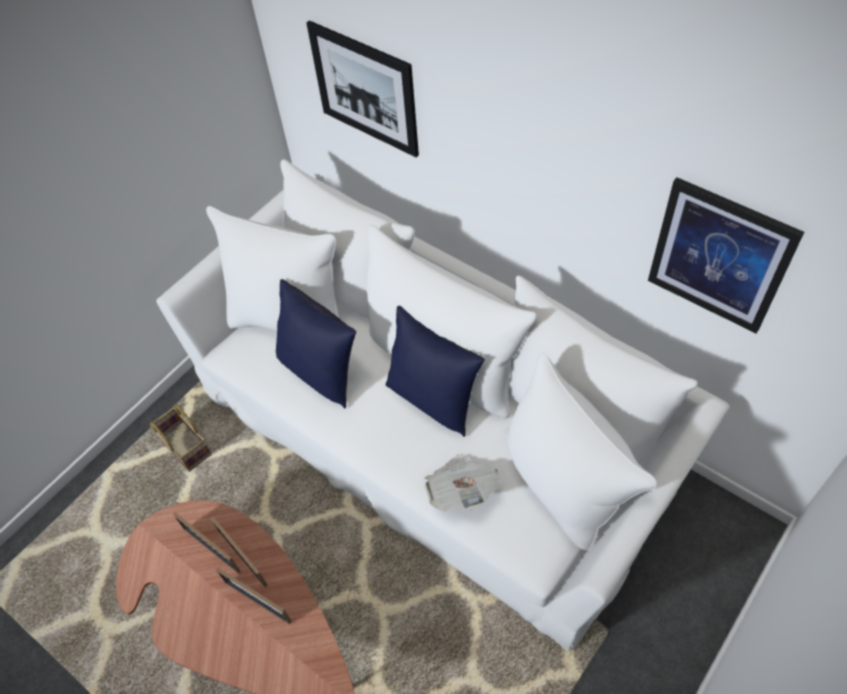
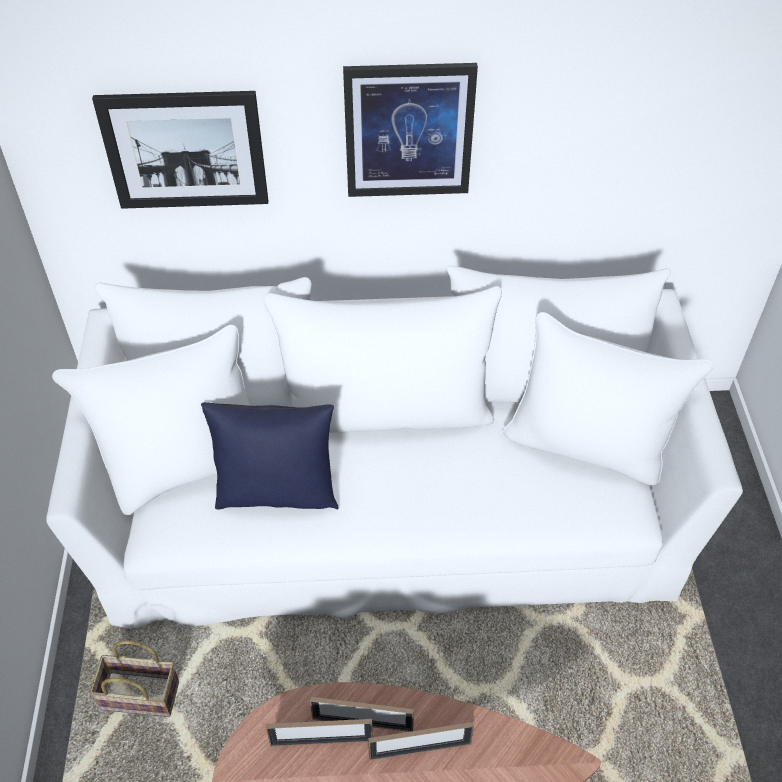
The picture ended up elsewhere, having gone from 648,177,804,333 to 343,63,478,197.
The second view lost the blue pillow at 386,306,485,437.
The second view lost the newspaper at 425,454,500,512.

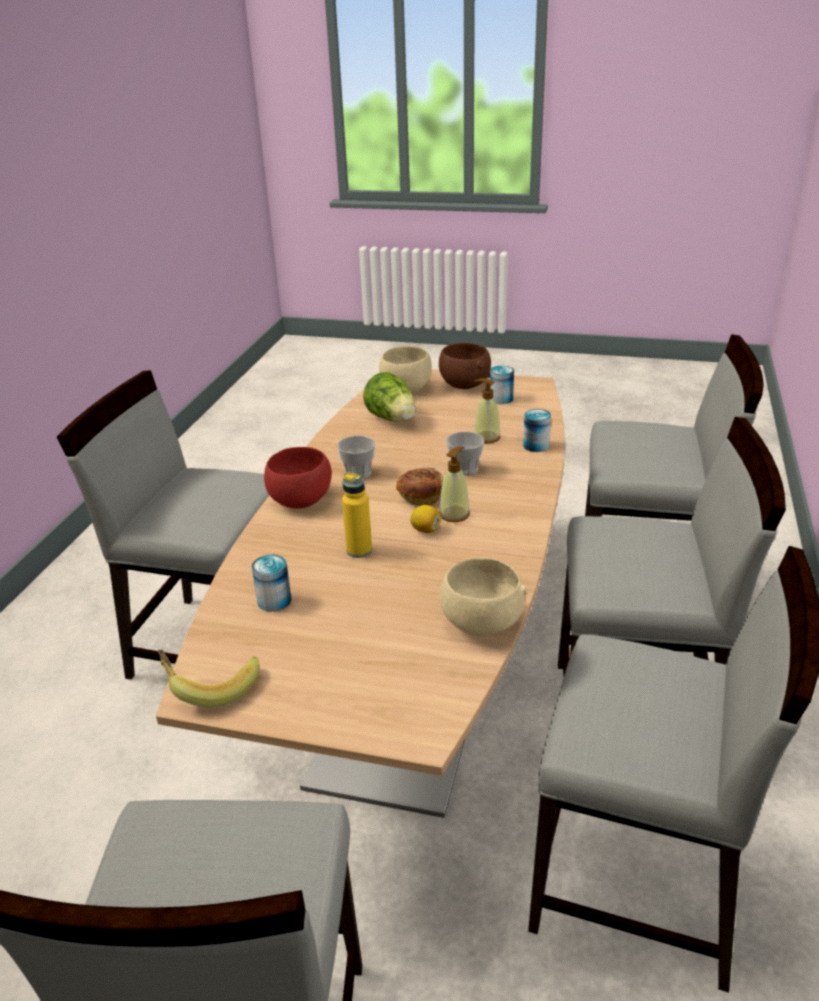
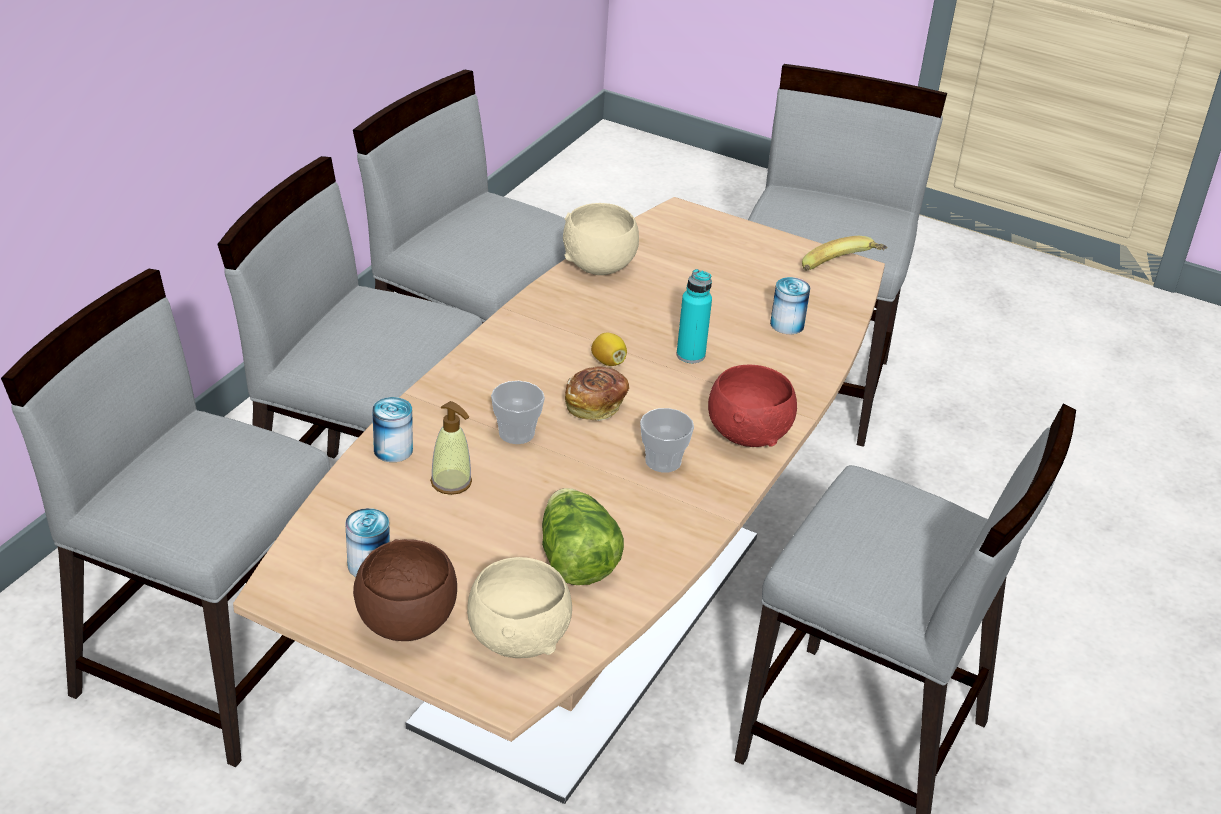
The second view lost the soap dispenser at 439,446,470,522.
What was the yellow bottle at 342,472,372,558 turned into the turquoise bottle at 676,269,712,363.

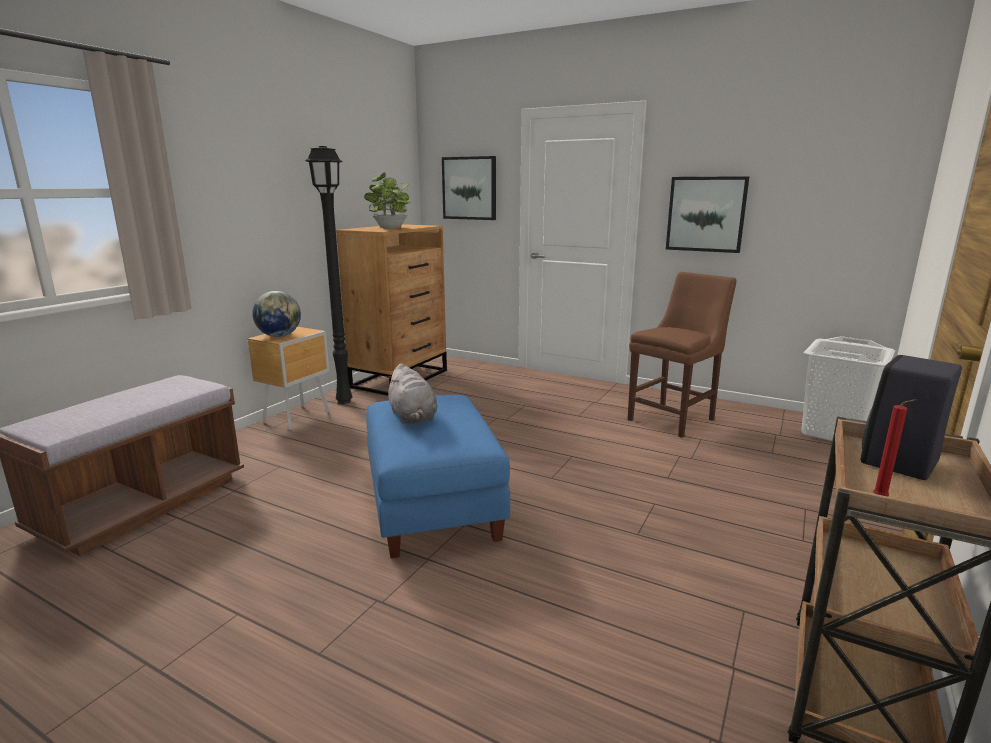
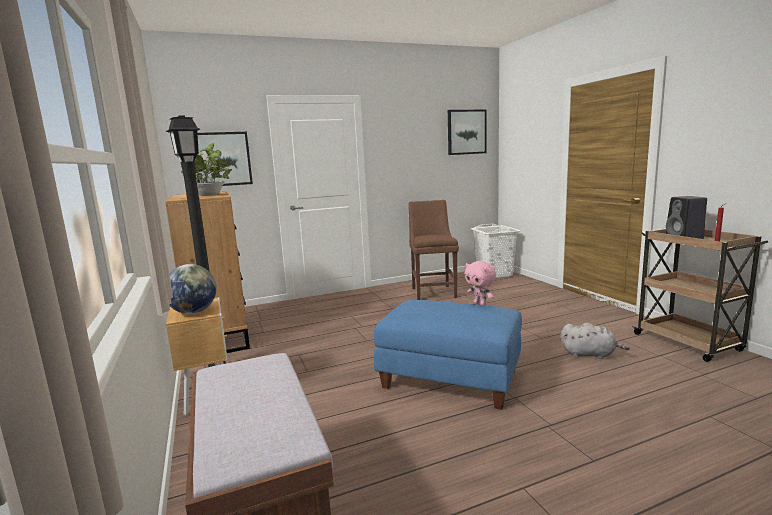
The picture ended up elsewhere, having gone from 666,176,749,253 to 448,110,487,155.
The grey plush toy ended up elsewhere, having gone from 387,363,437,424 to 561,323,630,359.
The second view gained the pink plush toy at 465,261,496,306.

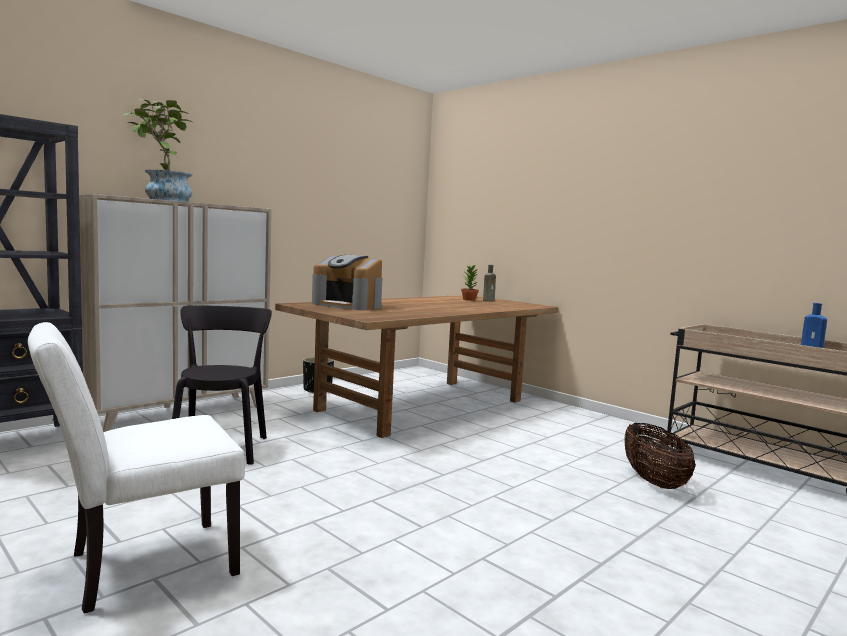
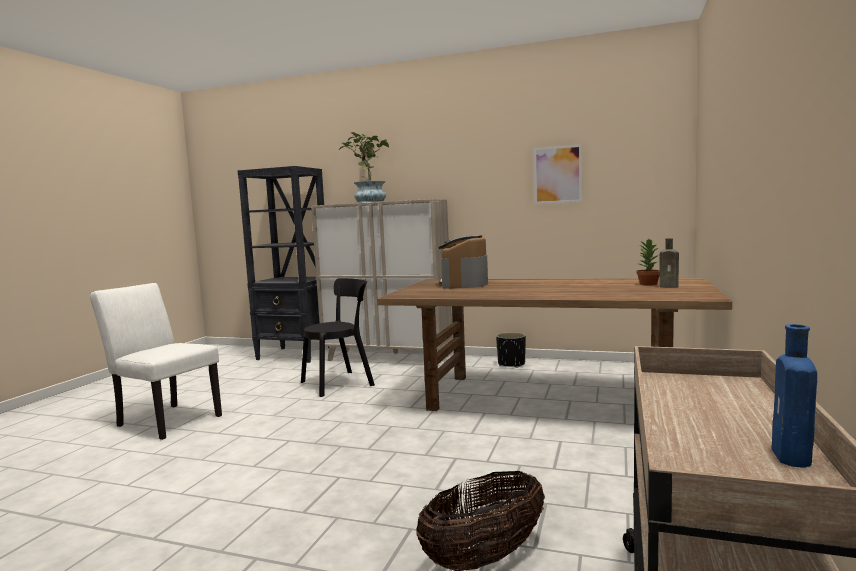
The second view gained the picture at 533,144,582,204.

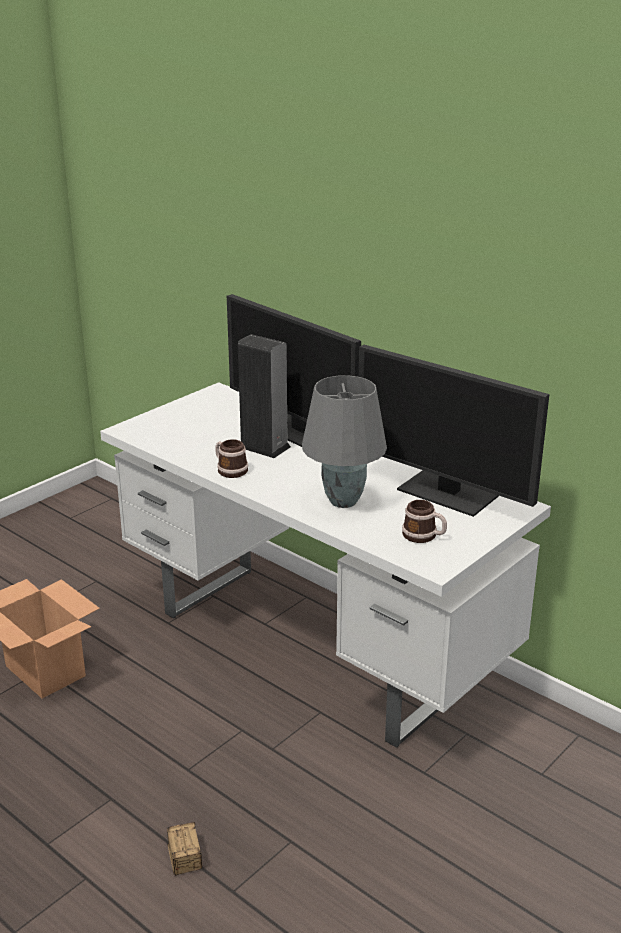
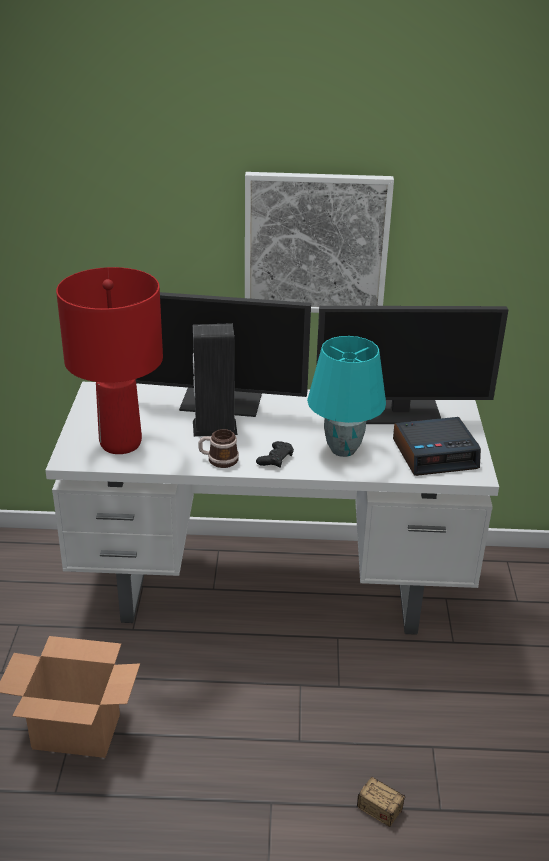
What was the grey table lamp at 302,375,387,508 turned into the turquoise table lamp at 307,336,386,457.
Where the mug stood at 402,500,447,543, the alarm clock came to stand at 393,417,481,476.
The second view gained the picture at 245,172,394,313.
The second view gained the red table lamp at 56,267,163,454.
The second view gained the black game controller at 256,441,294,468.

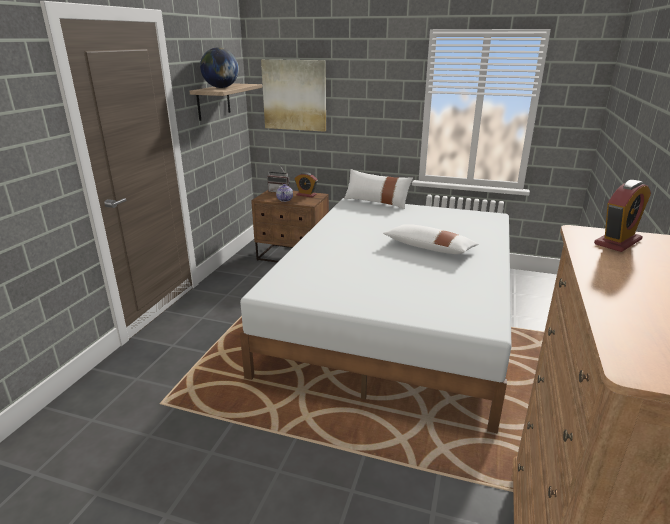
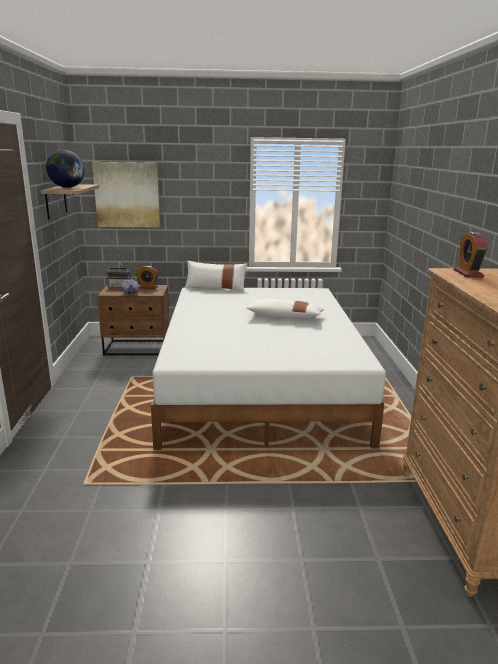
The alarm clock at 594,180,651,252 ended up facing another way, 150 degrees clockwise from before.

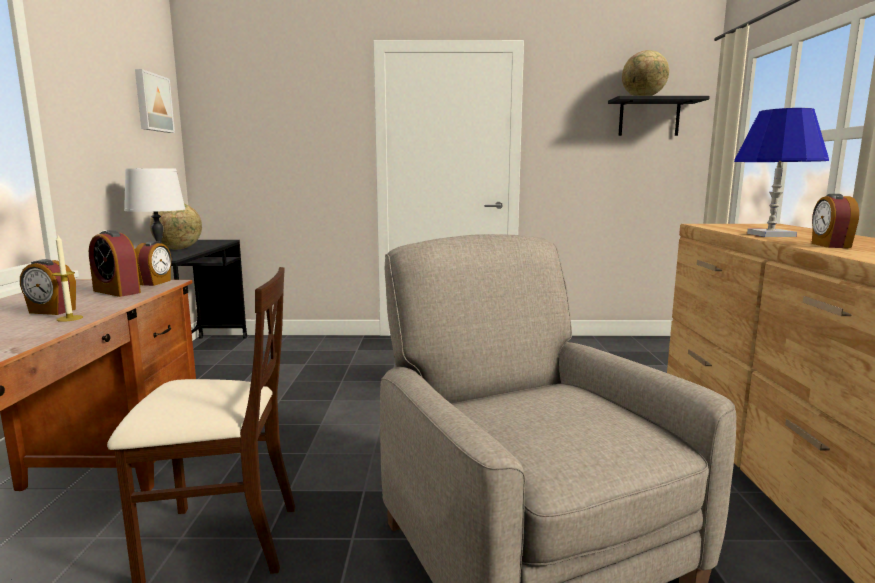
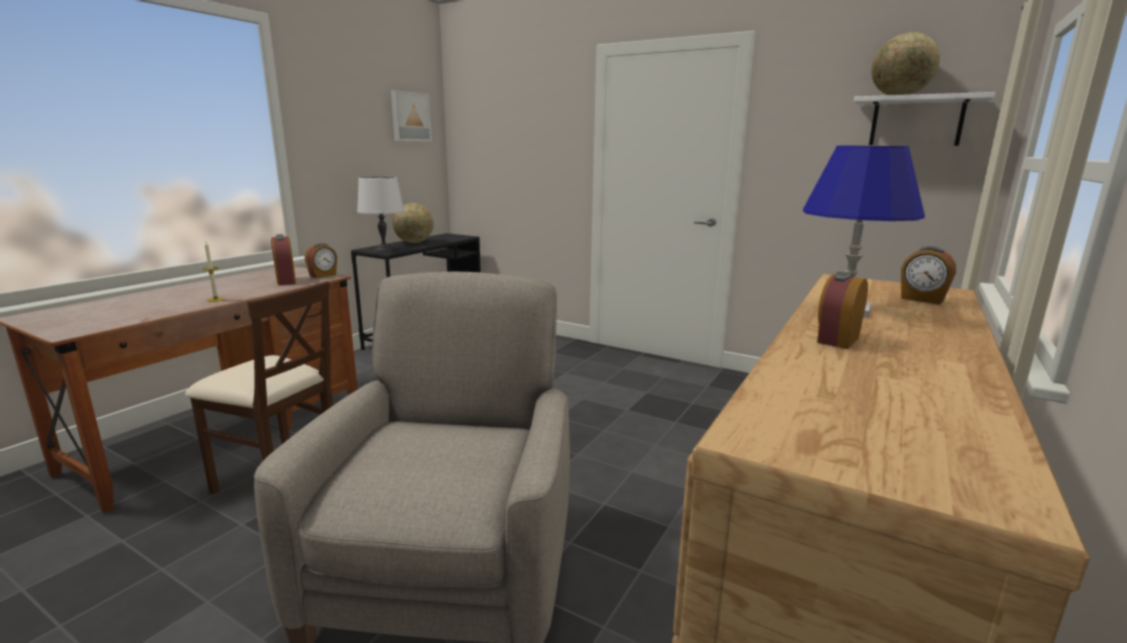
What was the black shelf at 608,96,710,136 turned into the white shelf at 854,92,996,146.
The alarm clock ended up elsewhere, having gone from 20,259,76,315 to 901,246,956,305.

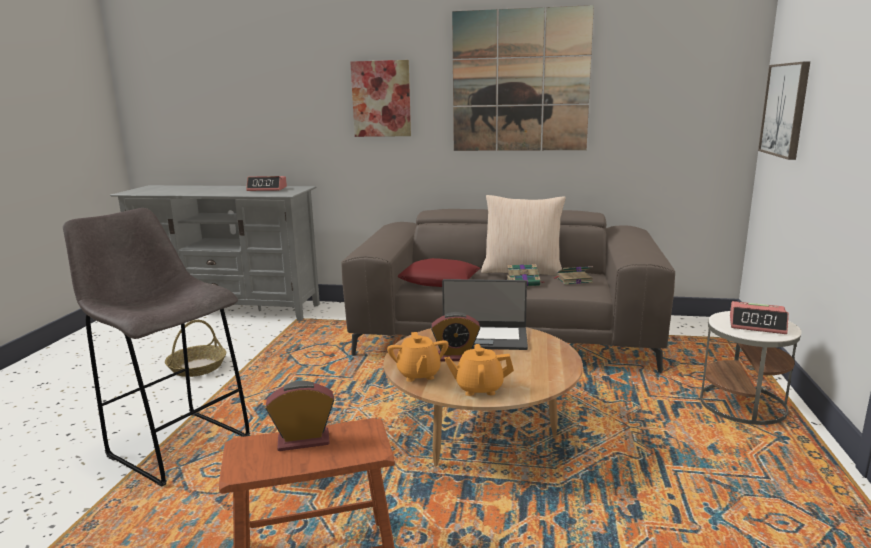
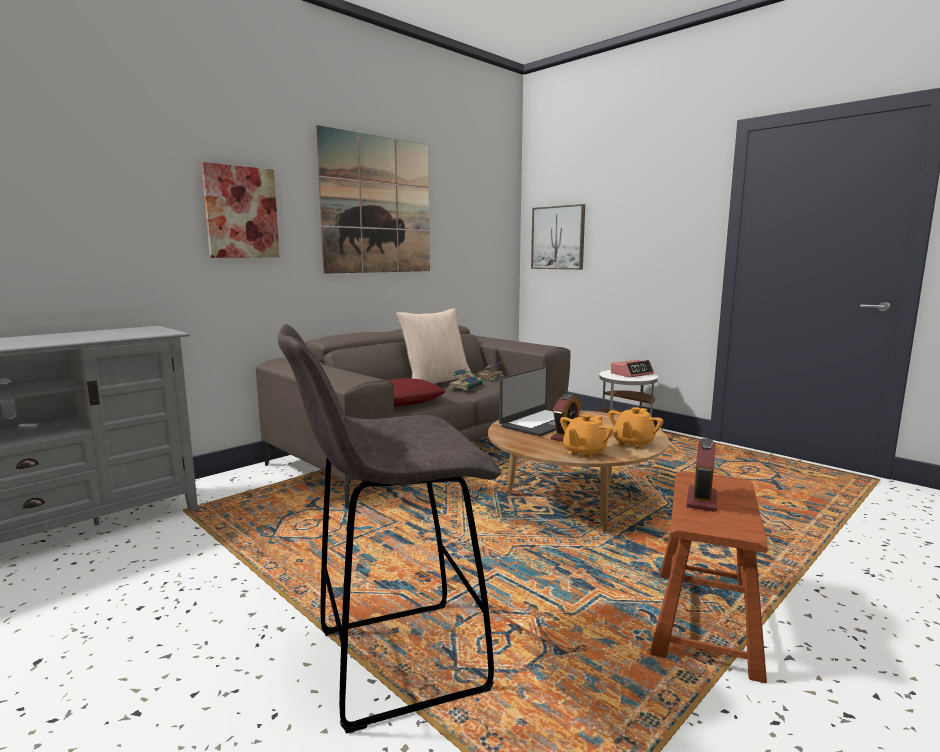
The second view lost the alarm clock at 246,176,287,191.
The second view lost the basket at 165,320,226,377.
The orange teapot at 387,332,449,382 ended up facing another way, 105 degrees clockwise from before.

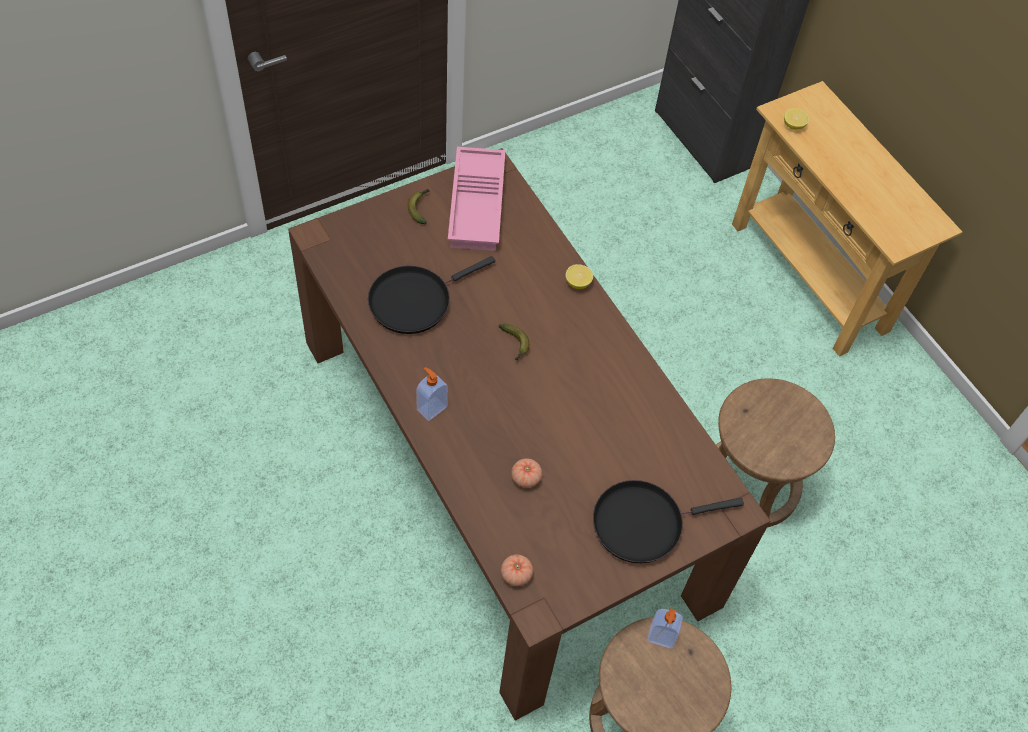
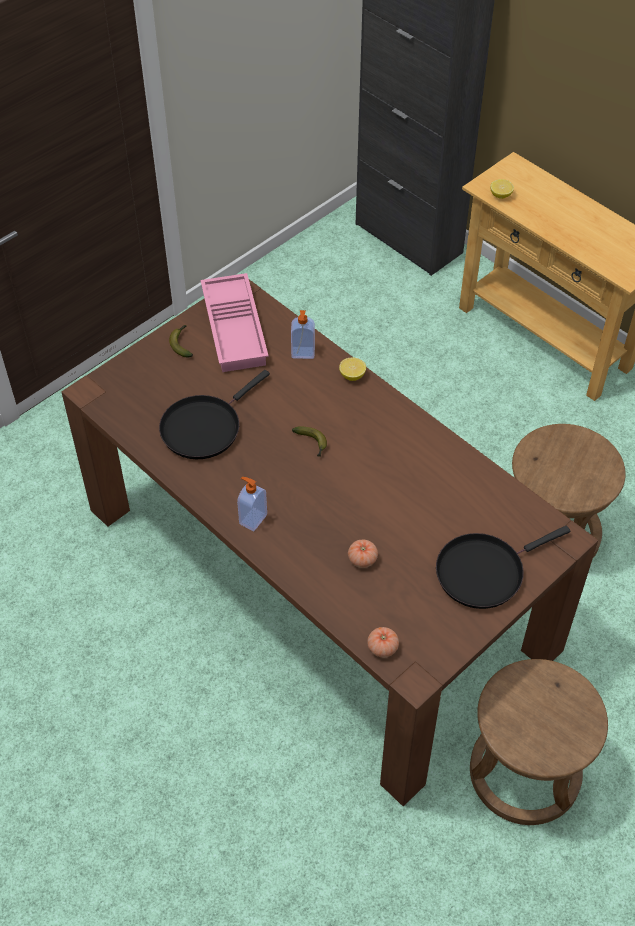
The soap dispenser ended up elsewhere, having gone from 647,609,683,649 to 291,310,315,359.

